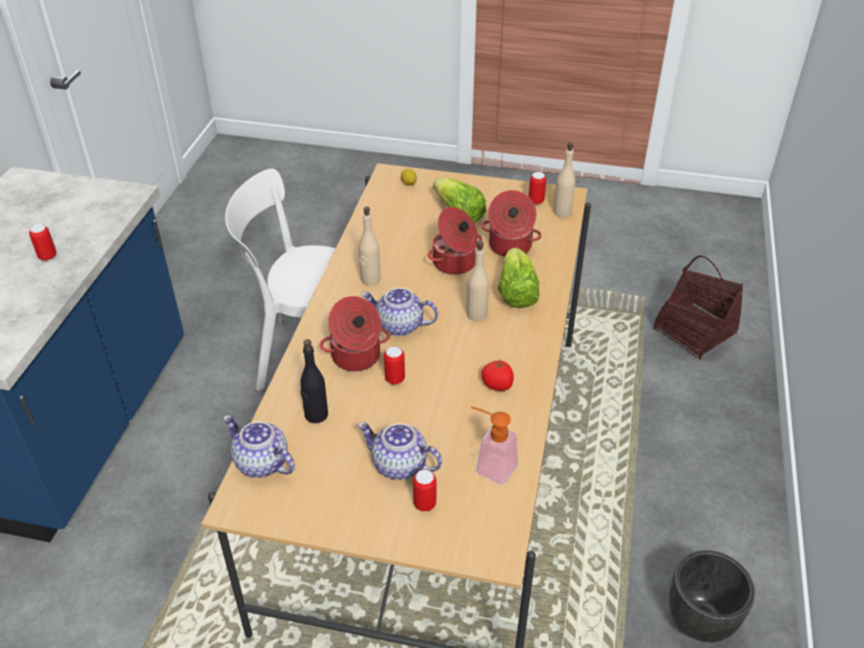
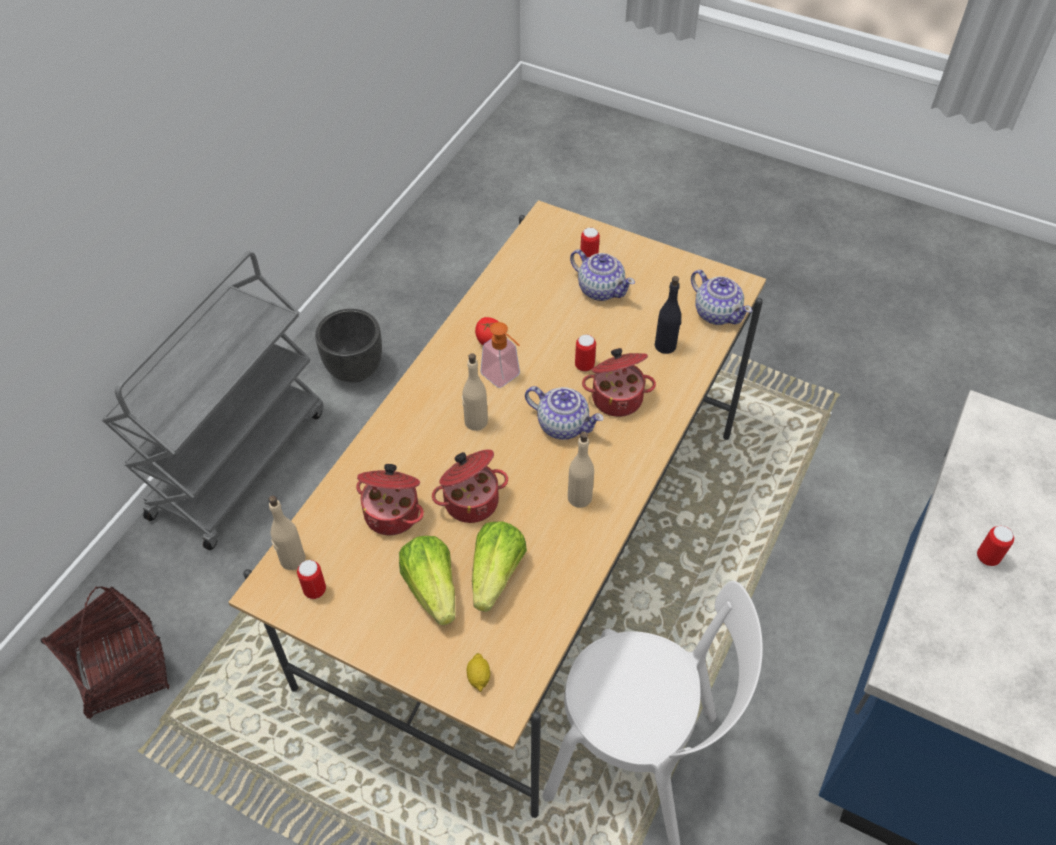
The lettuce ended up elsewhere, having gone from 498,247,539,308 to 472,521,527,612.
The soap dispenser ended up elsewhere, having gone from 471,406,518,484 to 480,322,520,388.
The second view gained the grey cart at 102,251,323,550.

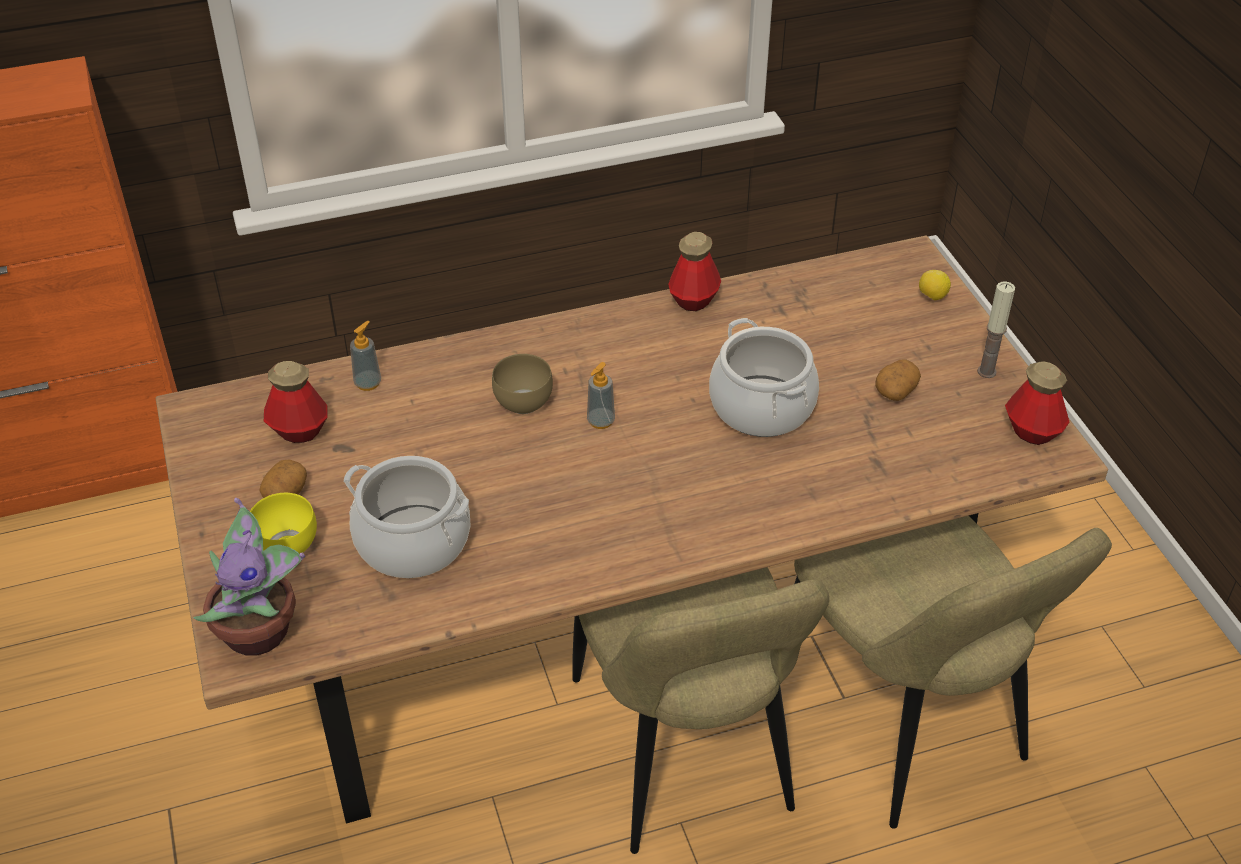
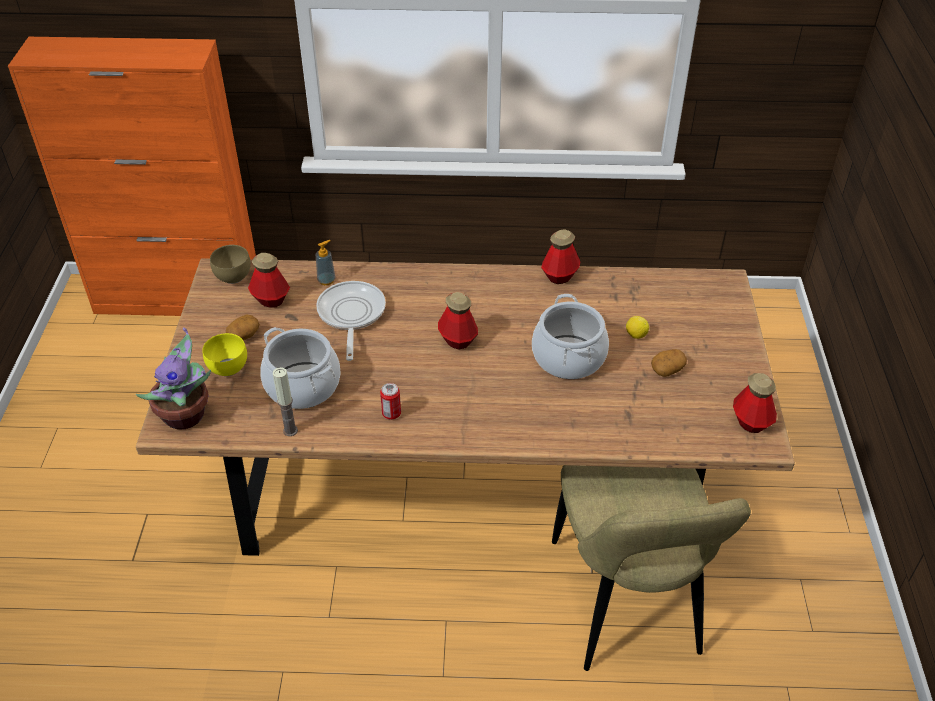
The lemon ended up elsewhere, having gone from 919,270,951,301 to 626,316,649,339.
The candle ended up elsewhere, having gone from 977,281,1015,378 to 273,367,298,436.
The brown bowl ended up elsewhere, having gone from 492,354,553,414 to 210,245,251,284.
Where the soap dispenser stood at 587,362,615,429, the bottle came to stand at 438,292,478,349.
The second view lost the beige chair at 572,567,829,854.
The second view gained the frying pan at 316,281,386,361.
The second view gained the can at 380,383,401,420.

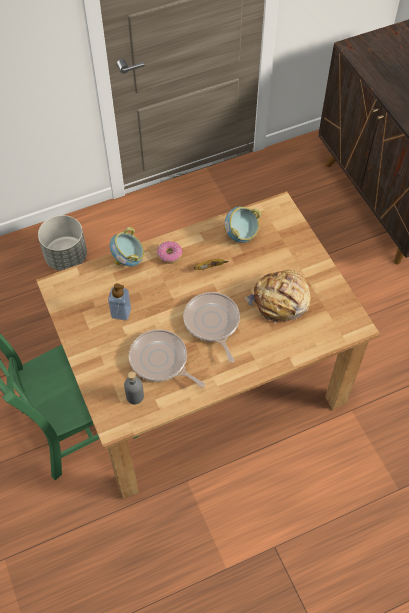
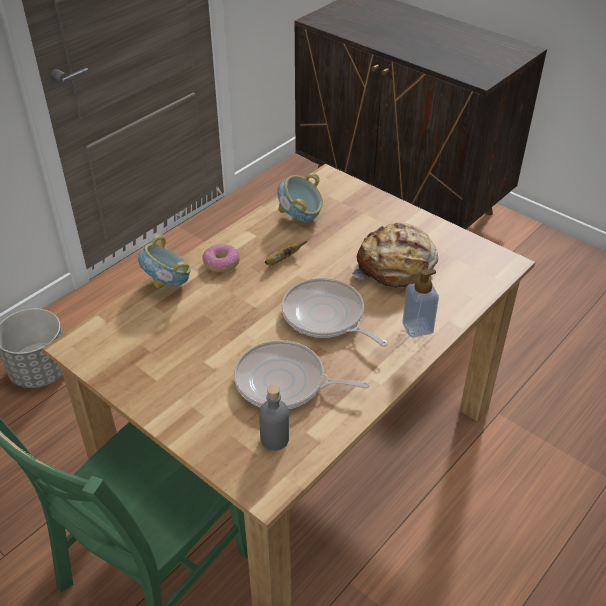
The soap dispenser ended up elsewhere, having gone from 108,283,131,320 to 402,269,439,337.

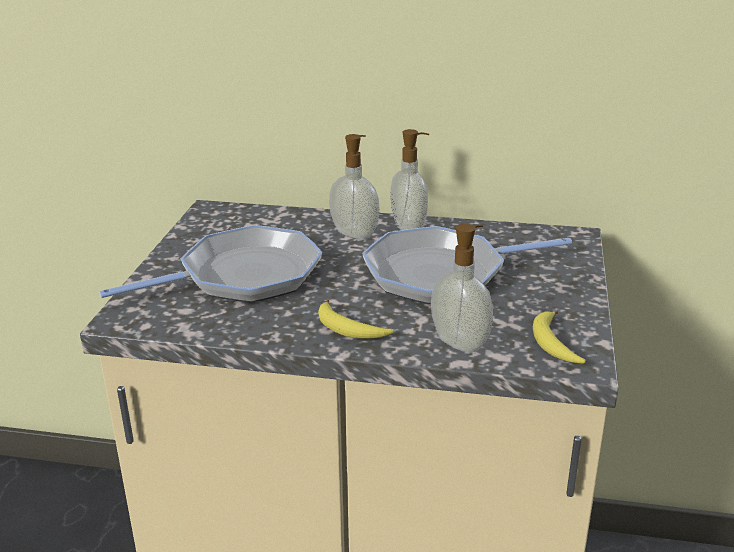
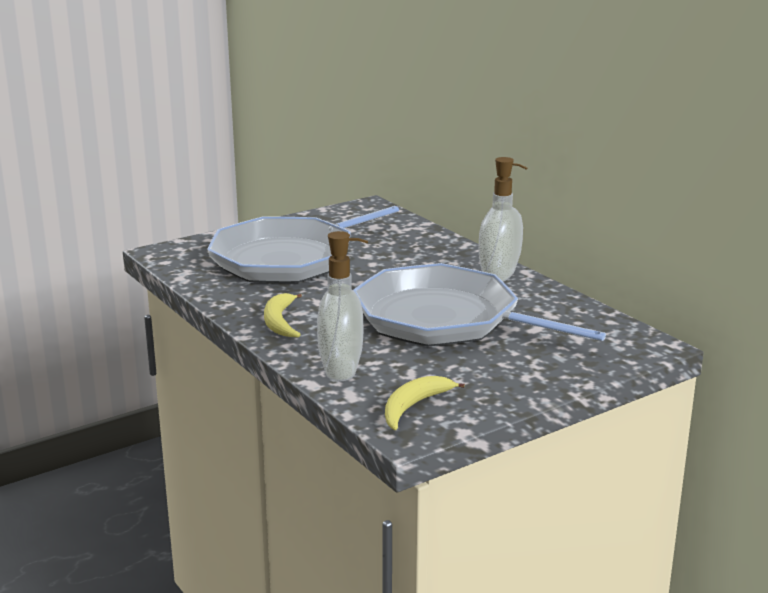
The second view lost the soap dispenser at 329,134,380,239.
The frying pan at 99,225,322,303 ended up facing another way, 120 degrees clockwise from before.

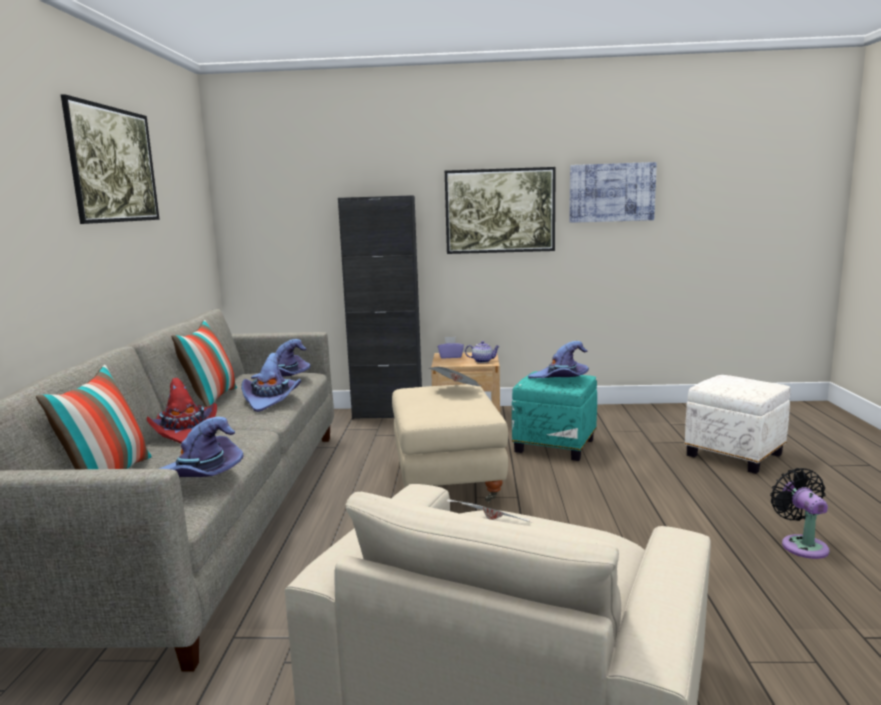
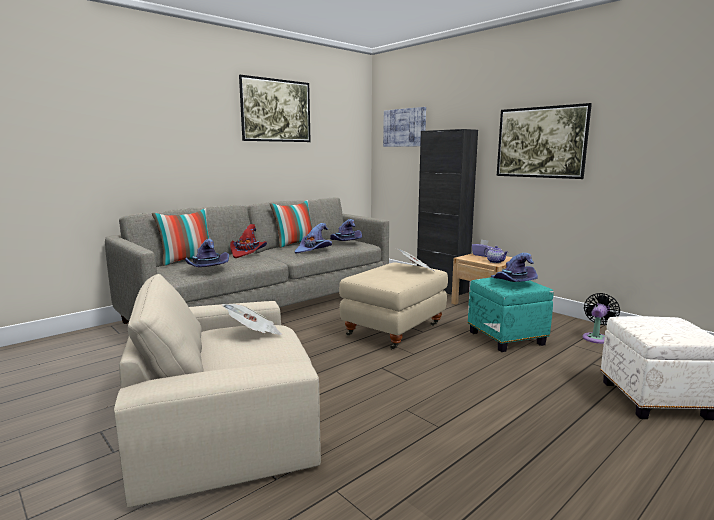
The picture ended up elsewhere, having gone from 569,162,657,223 to 383,107,426,147.
The black fan ended up elsewhere, having gone from 770,468,829,559 to 583,293,620,344.

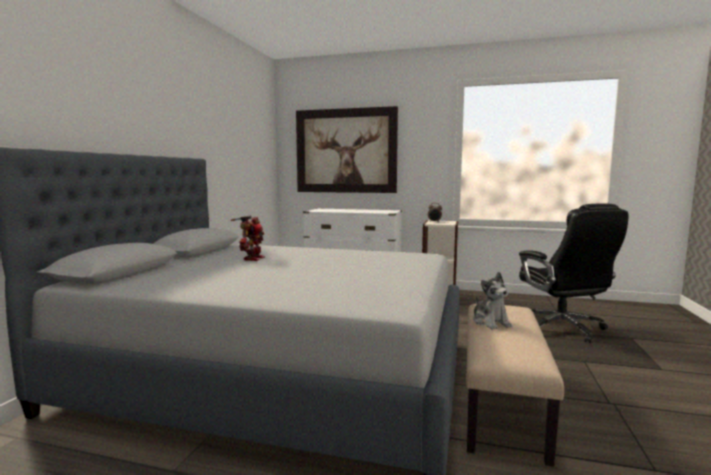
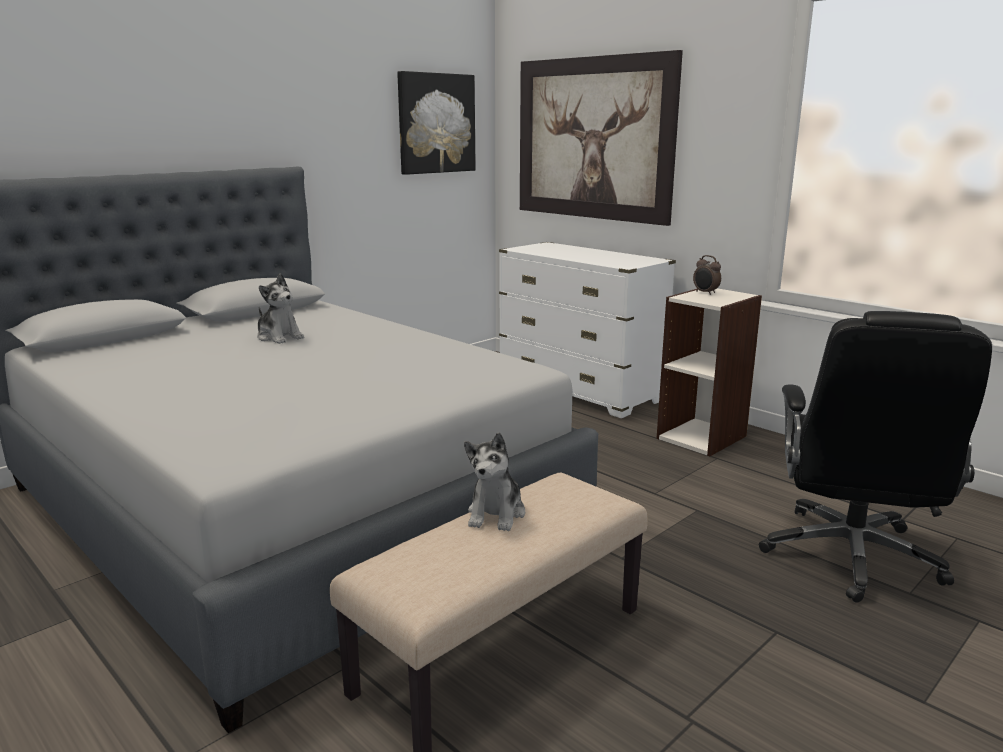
Where the toy robot stood at 231,215,265,261, the plush toy came to stand at 257,273,304,344.
The second view gained the picture at 397,71,476,175.

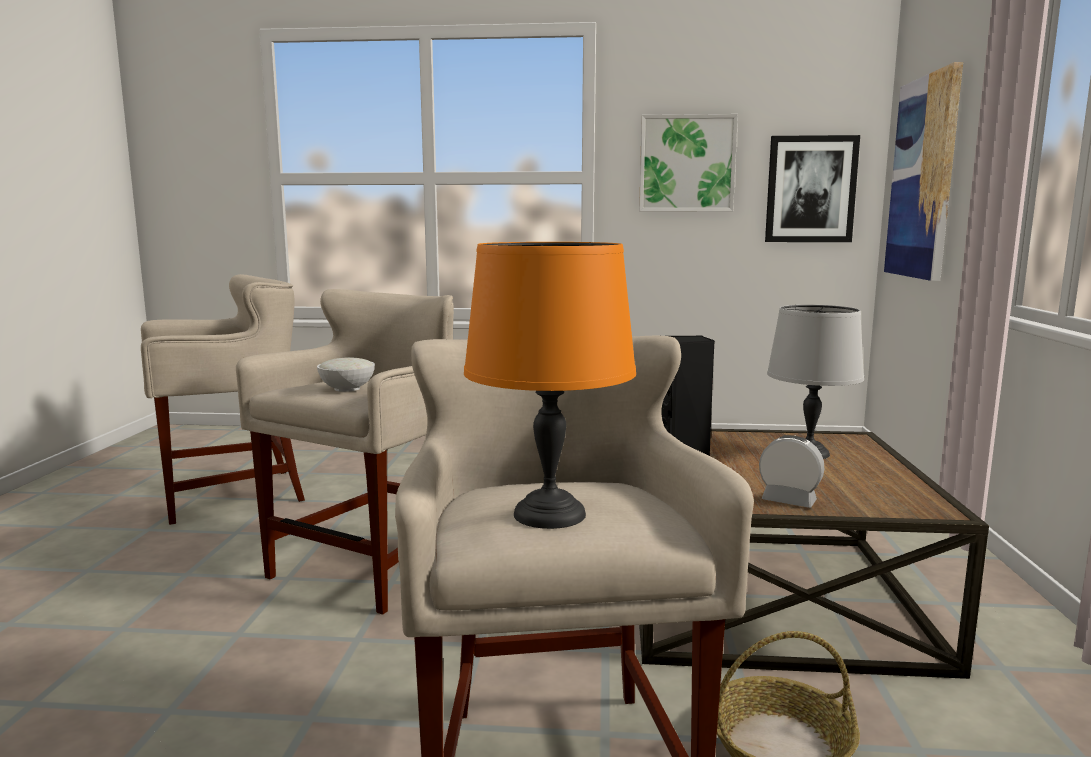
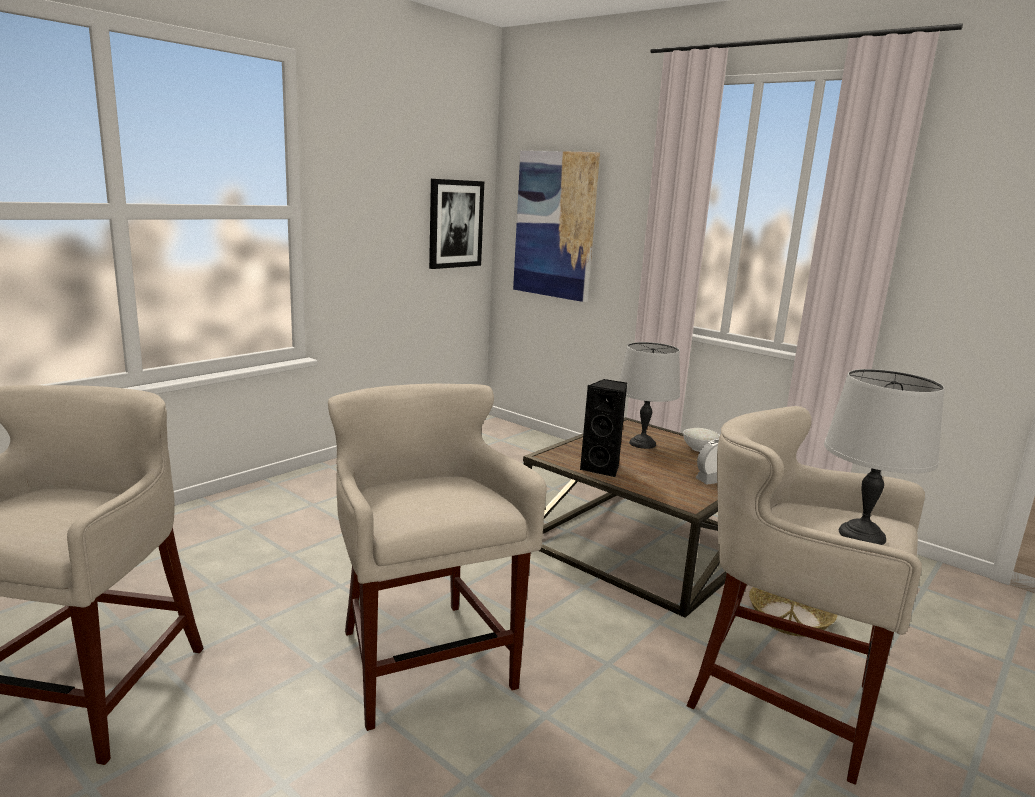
The second view lost the picture at 639,114,738,212.
What was the orange table lamp at 464,242,636,529 turned into the grey table lamp at 824,369,945,545.
The white bowl ended up elsewhere, having gone from 317,358,375,392 to 683,428,720,452.

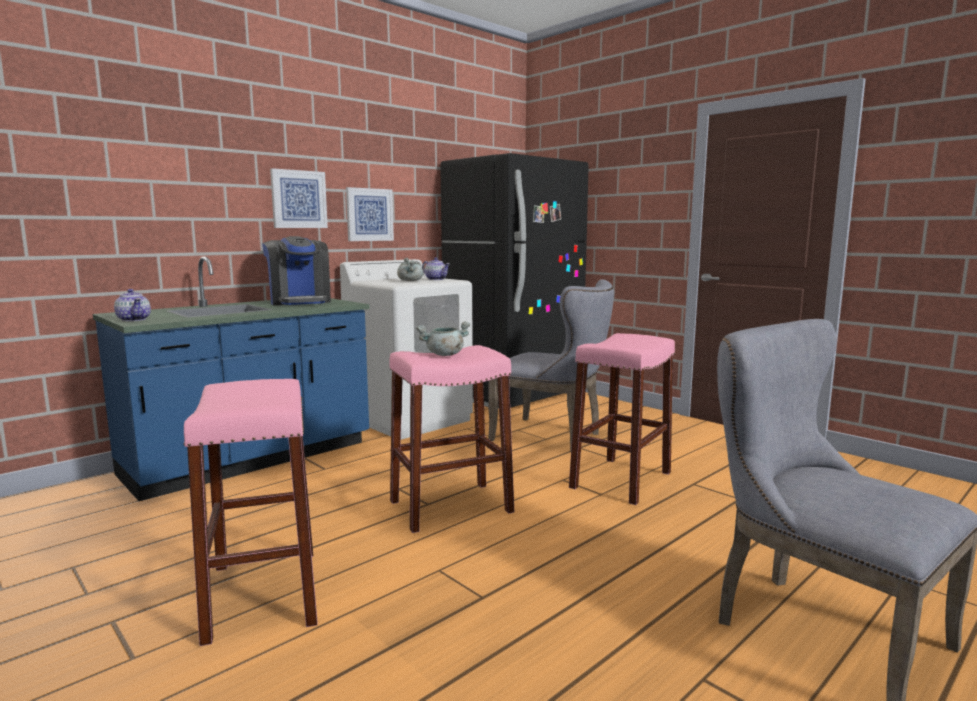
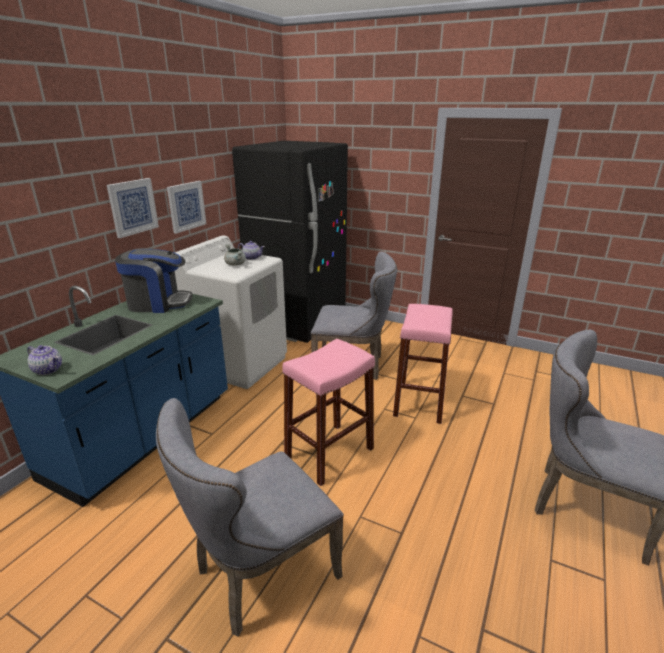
The coffee machine at 262,236,331,305 ended up facing another way, 45 degrees counterclockwise from before.
The second view lost the grey cooking pot at 416,321,470,356.
Where the pink stool stood at 183,379,318,646, the grey chair came to stand at 156,398,344,637.

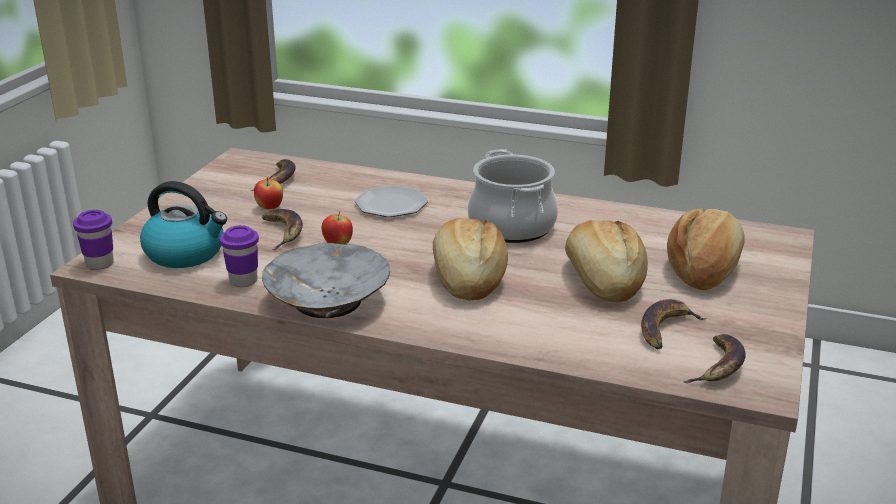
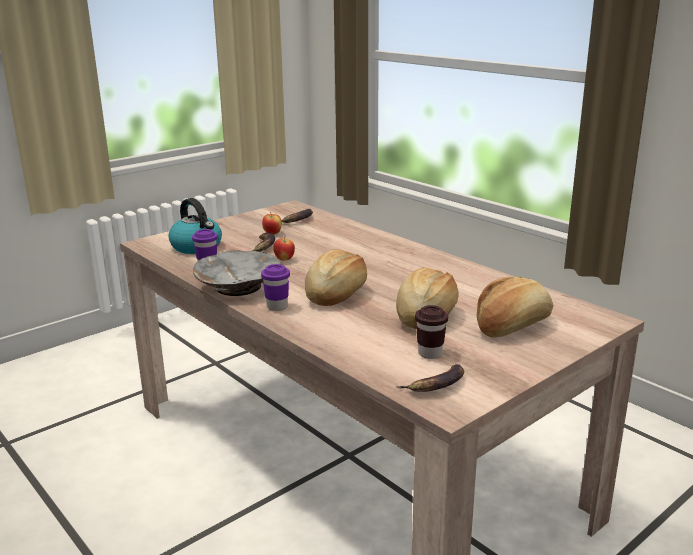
The second view lost the cooking pot at 468,149,558,243.
The second view lost the plate at 355,185,428,217.
The purple cup ended up elsewhere, having gone from 73,210,114,270 to 261,264,290,311.
Where the banana stood at 641,299,706,349, the brown cup came to stand at 415,305,448,359.

